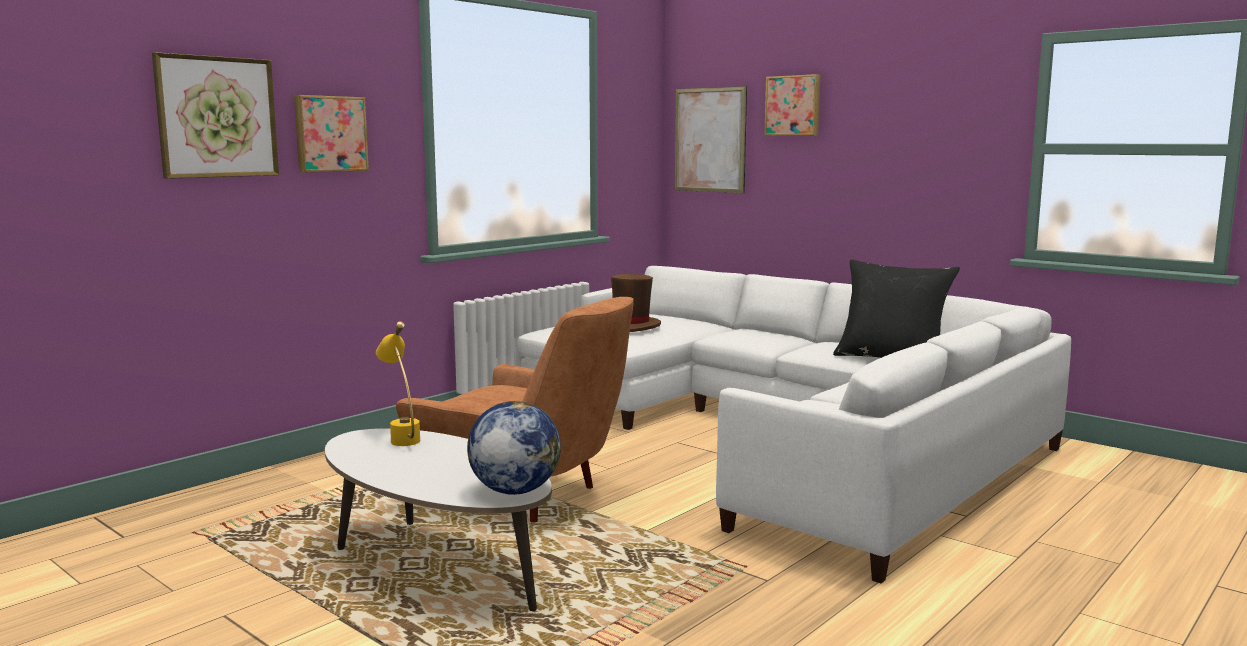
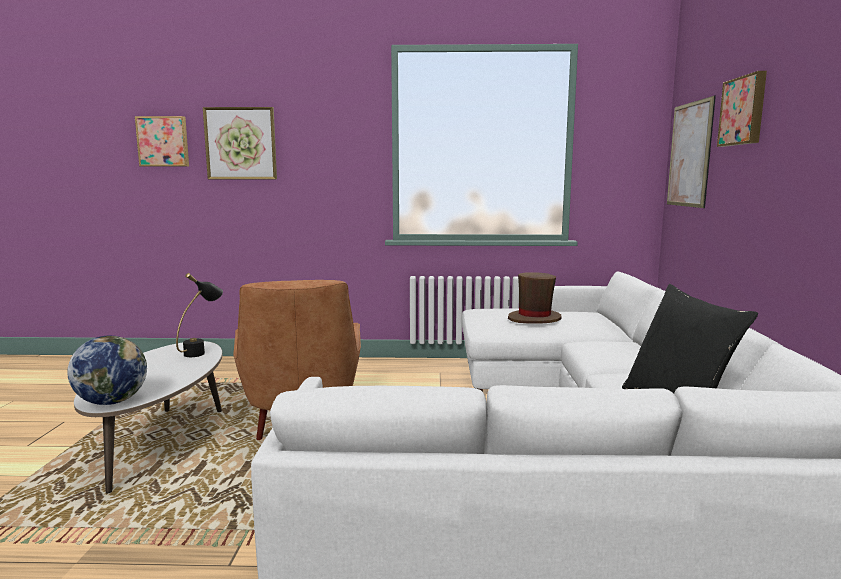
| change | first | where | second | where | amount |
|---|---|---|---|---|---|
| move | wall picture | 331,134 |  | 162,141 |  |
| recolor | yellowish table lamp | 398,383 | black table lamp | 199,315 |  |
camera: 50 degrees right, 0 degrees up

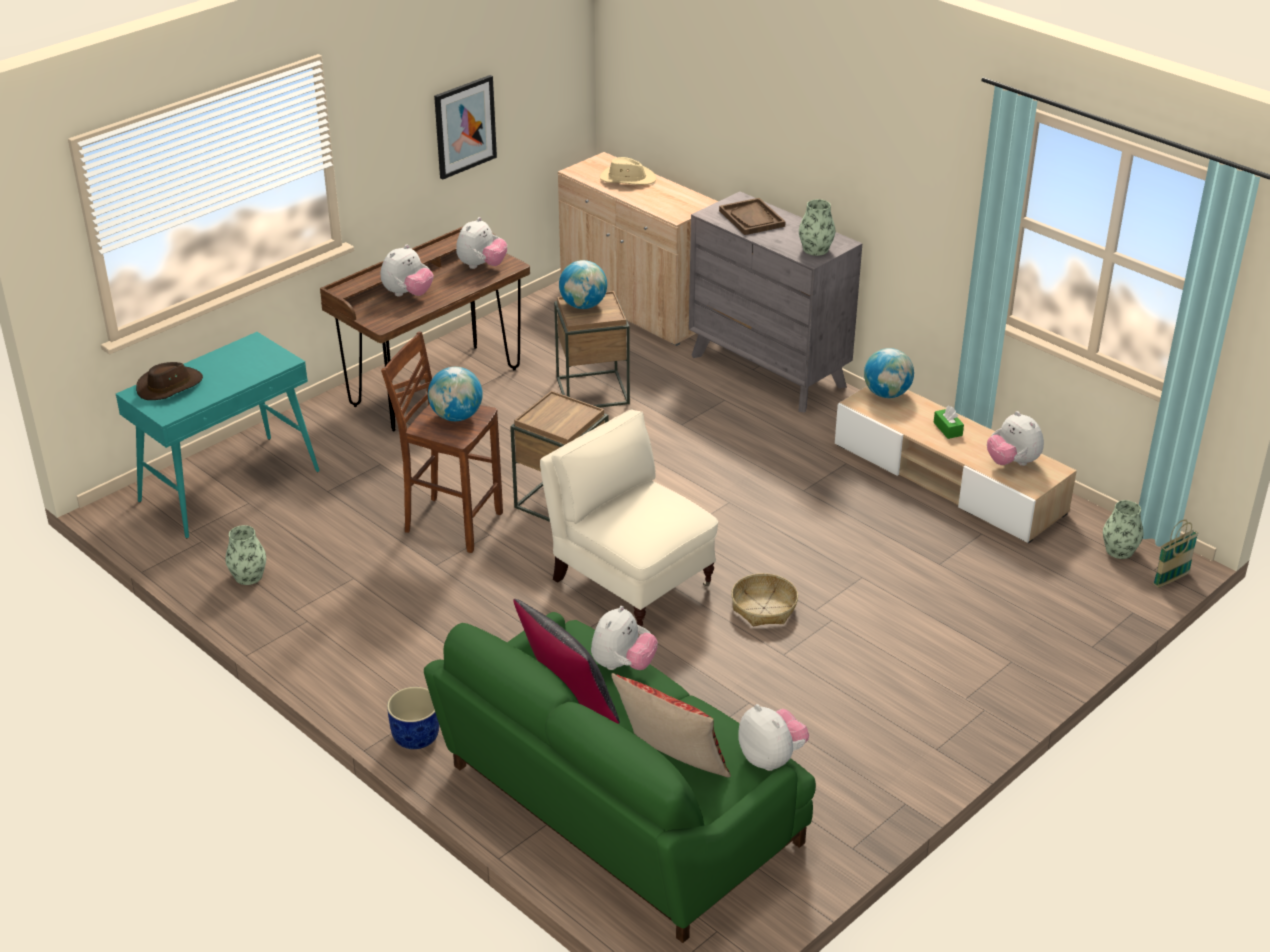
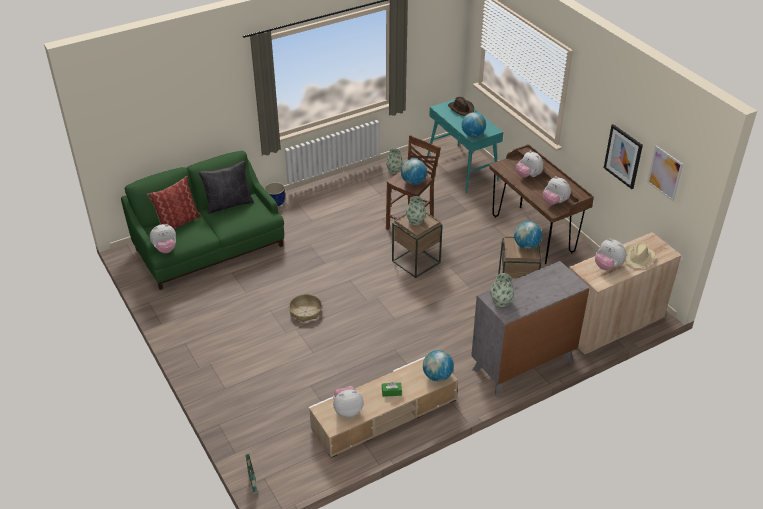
| change | first | where | second | where | amount |
|---|---|---|---|---|---|
| delete | beige lounge chair | 629,517 |  |  |  |
| delete | brownish serving tray | 752,216 |  |  |  |
| insert |  |  | globe | 474,124 |  |
| insert |  |  | wall picture | 665,173 |  |
| move | cuddly toy | 624,638 |  | 611,254 |  |
| move | vase | 1123,529 |  | 416,210 |  |
camera: 105 degrees right, 5 degrees up

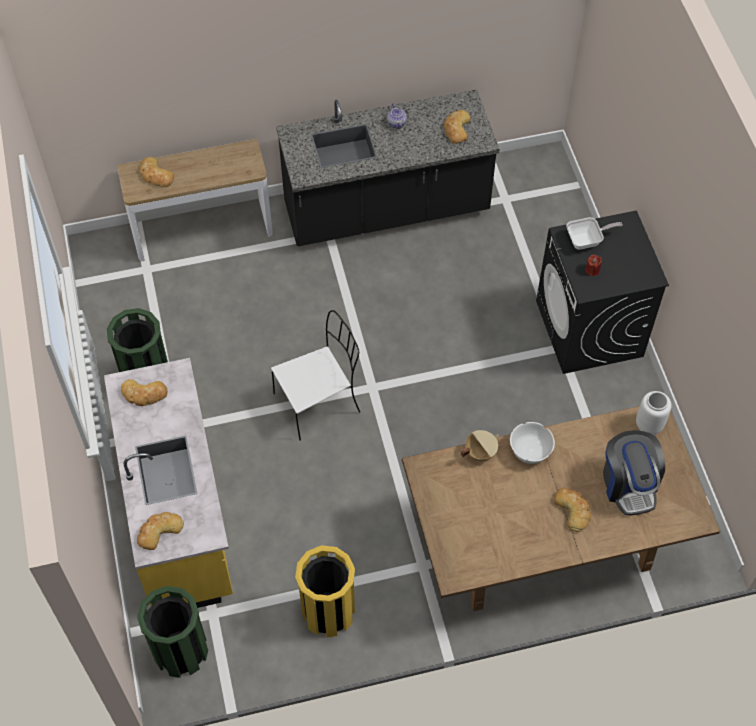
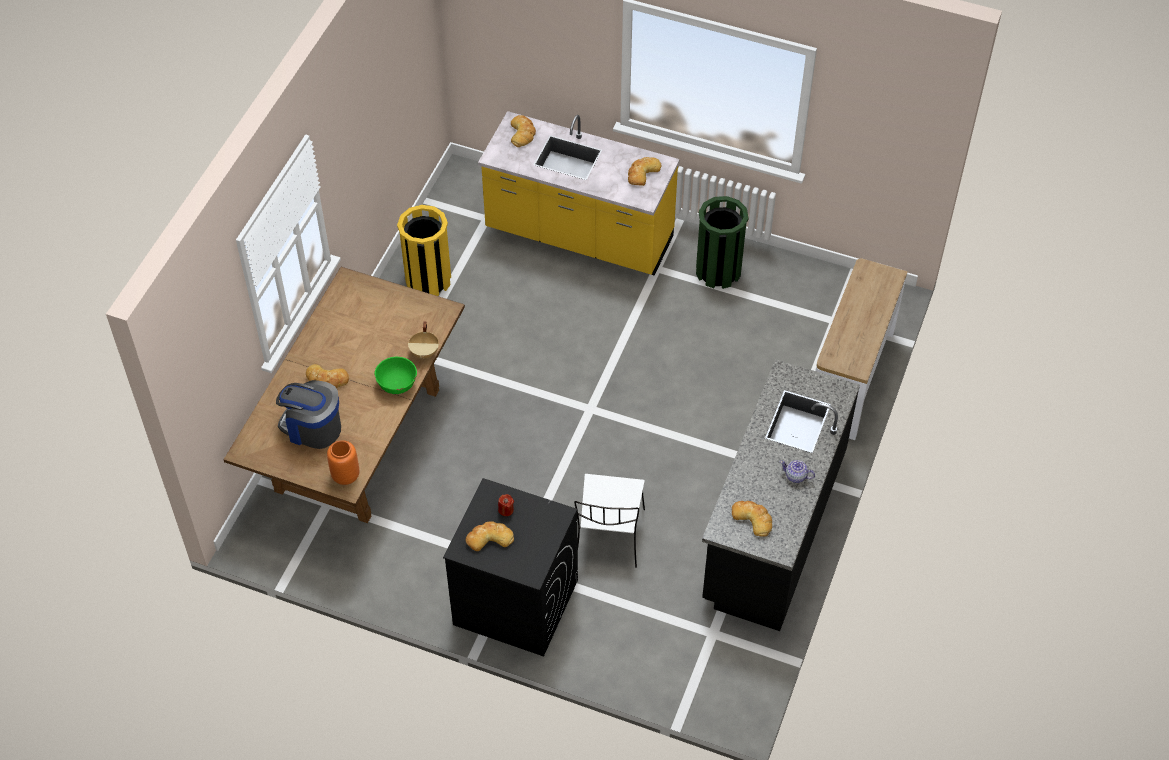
| change | first | where | second | where | amount |
|---|---|---|---|---|---|
| delete | green waste bin | 172,632 |  |  |  |
| delete | frying pan | 594,233 |  |  |  |
| move | baked bread | 157,172 |  | 490,536 |  |
| move | whitish plain chair | 315,375 |  | 609,521 |  |
| recolor | whitish deep dish | 532,443 | green deep dish | 395,375 |  |
| recolor | whitish vase | 653,413 | orange-coloured vase | 343,462 |  |
camera: 125 degrees right, 5 degrees down

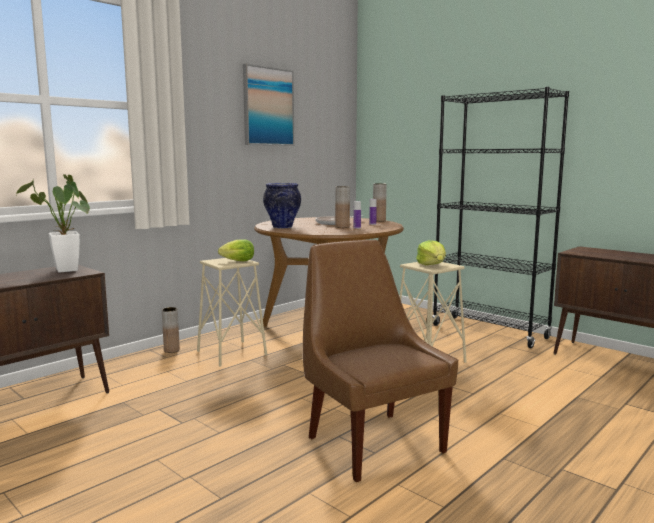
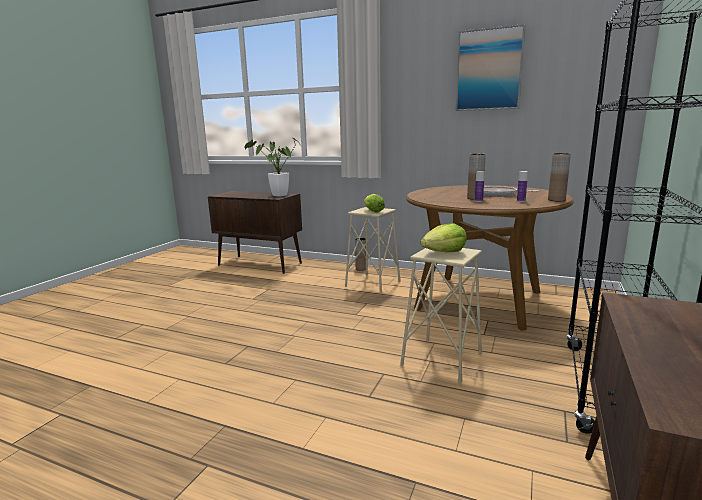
| change | first | where | second | where | amount |
|---|---|---|---|---|---|
| delete | vase | 282,205 |  |  |  |
| delete | brownish plain chair | 381,361 |  |  |  |
camera: 70 degrees right, 5 degrees up

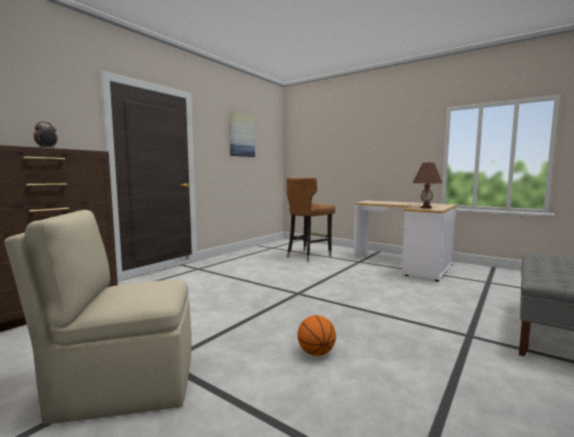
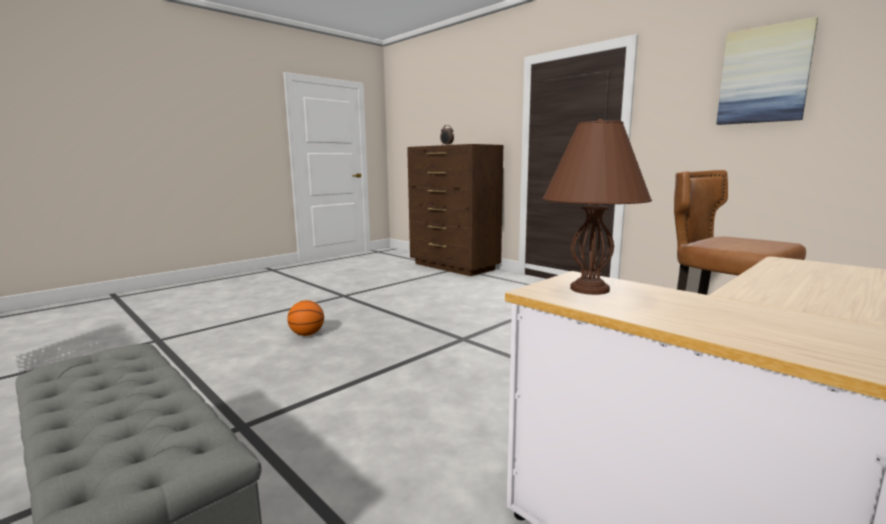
| change | first | where | second | where | amount |
|---|---|---|---|---|---|
| delete | beige plain chair | 98,317 |  |  |  |
camera: 100 degrees right, 5 degrees up

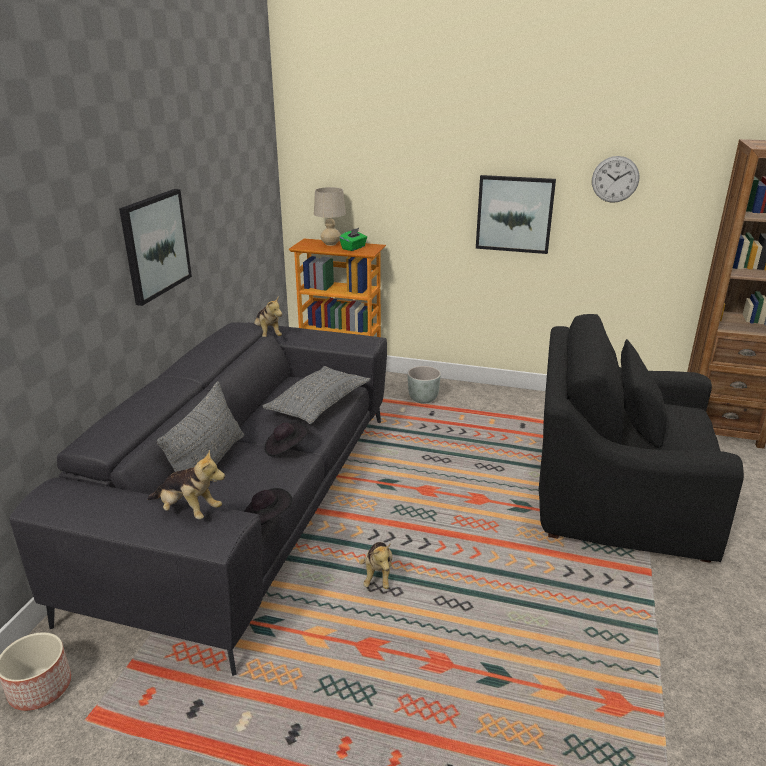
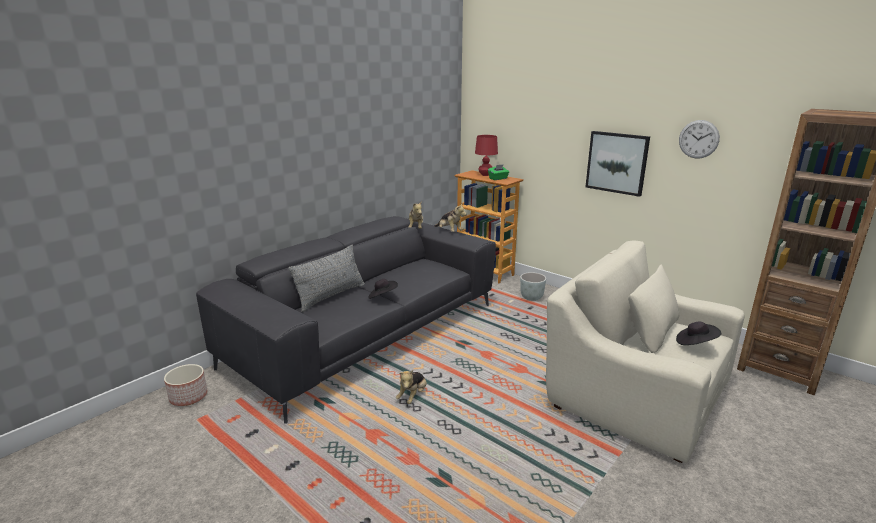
| change | first | where | second | where | amount |
|---|---|---|---|---|---|
| delete | wall picture | 155,247 |  |  |  |
| delete | grey cushion | 316,395 |  |  |  |
| move | cuddly toy | 186,484 |  | 450,218 |  |
| move | black clothing hat | 268,506 |  | 698,333 |  |
| recolor | beige table lamp | 330,216 | red-coloured table lamp | 486,155 |  |
| recolor | black lounge chair | 641,438 | beige lounge chair | 645,352 |  |
camera: 25 degrees right, 5 degrees down

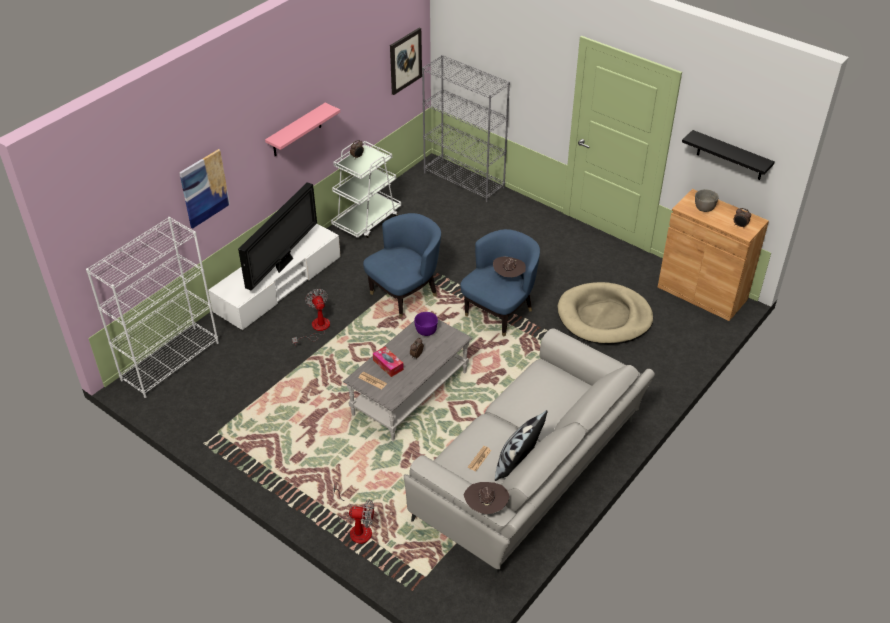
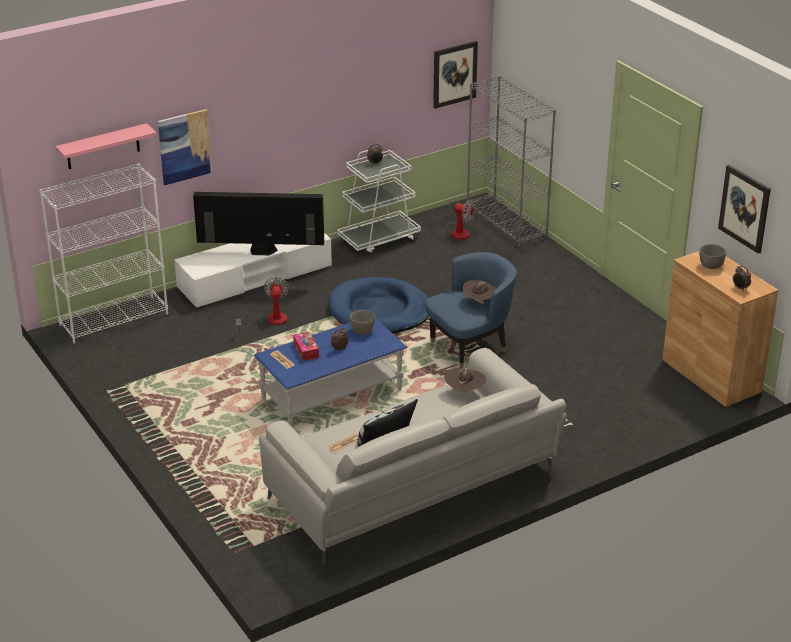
| change | first | where | second | where | amount |
|---|---|---|---|---|---|
| delete | beige pet bed | 605,313 |  |  |  |
| move | pink-coloured shelf | 302,129 |  | 106,146 |  |
| move | cooling fan | 354,514 |  | 461,219 |  |
| move | brownish clothing hat | 487,498 |  | 465,381 |  |
| replace | blue lounge chair | 402,265 | blue pet bed | 379,305 |  |
| replace | black shelf | 728,155 | wall picture | 744,209 |  |
| recolor | grey low table | 408,380 | blue low table | 331,373 |  |
| recolor | purple-coloured deep dish | 426,324 | grey deep dish | 362,322 |  |
| rotate | TV | 277,237 |  | 258,223 | 135 degrees counterclockwise |
camera: 20 degrees right, 10 degrees down

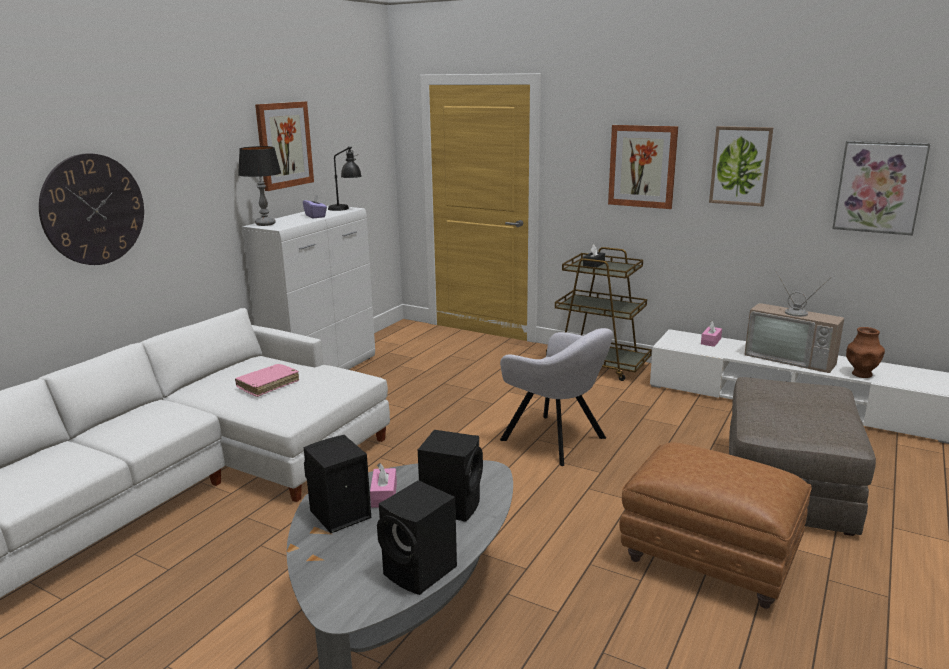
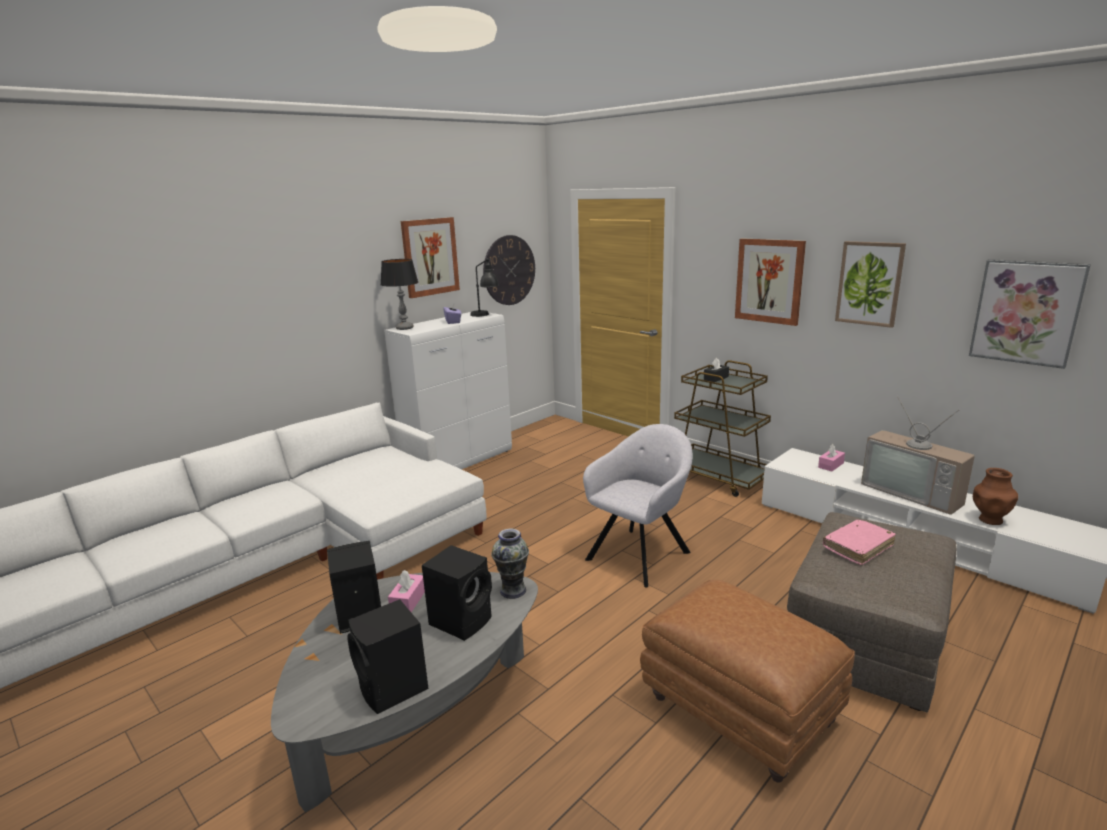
| change | first | where | second | where | amount |
|---|---|---|---|---|---|
| insert |  |  | vase | 510,564 |  |
| move | clock on the wall | 91,209 |  | 509,270 |  |
| move | pink-coloured book | 267,380 |  | 859,542 |  |
| rotate | grey lounge chair | 556,397 |  | 638,506 | 105 degrees counterclockwise |
camera: 15 degrees right, 0 degrees up

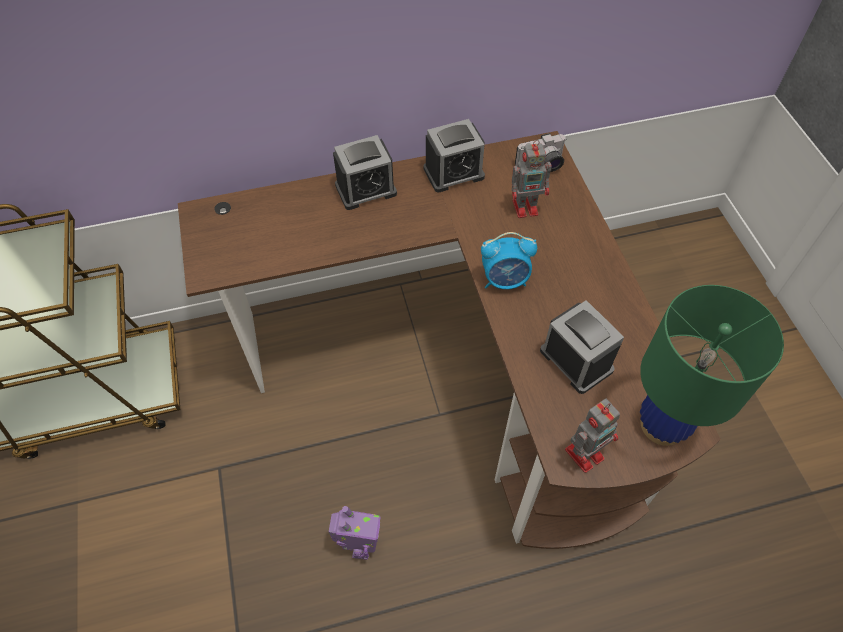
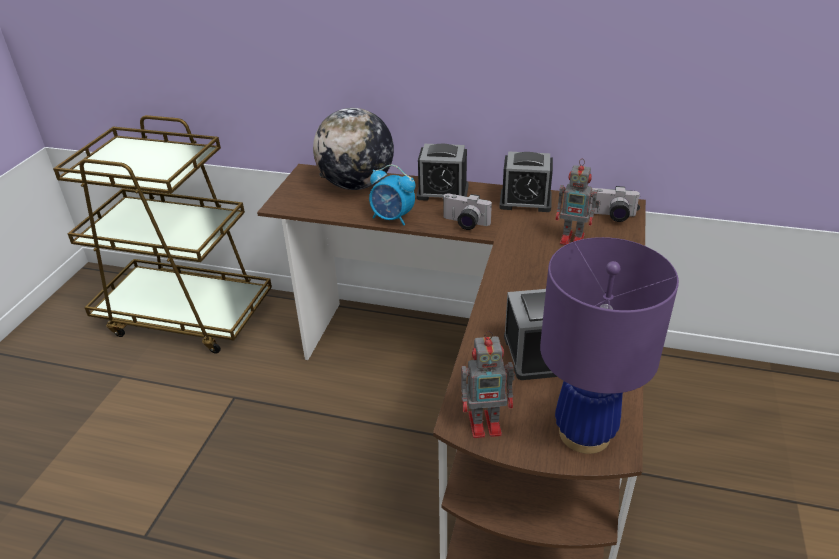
| change | first | where | second | where | amount |
|---|---|---|---|---|---|
| delete | robot figure | 355,533 |  |  |  |
| insert |  |  | globe | 353,149 |  |
| insert |  |  | still camera | 467,212 |  |
| move | table clock | 509,260 |  | 392,195 |  |
| recolor | green table lamp | 712,365 | purple-coloured table lamp | 609,345 |  |
camera: 30 degrees right, 20 degrees down

